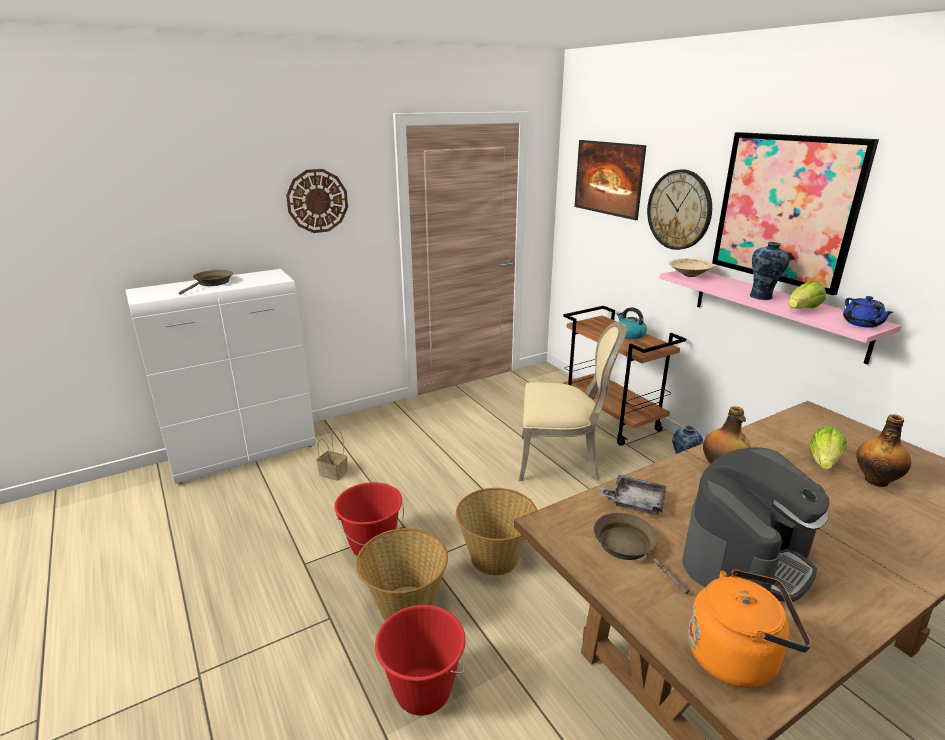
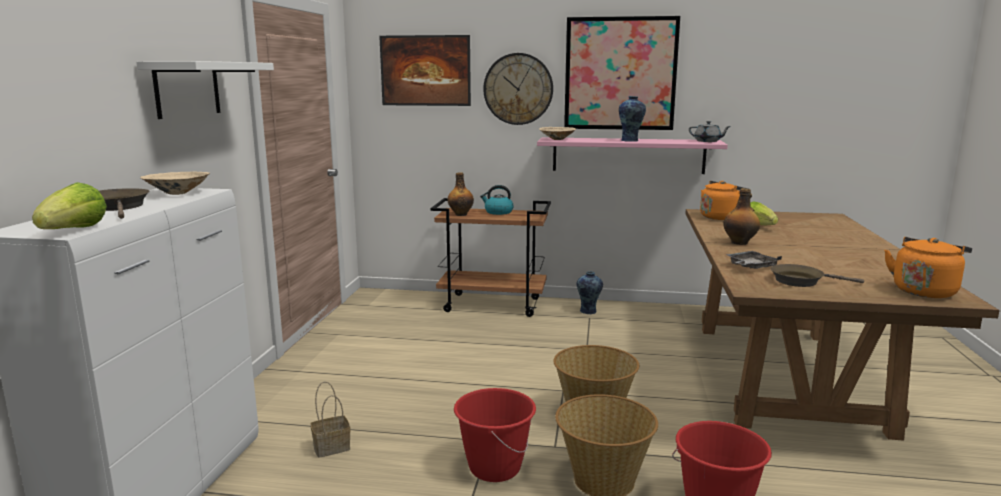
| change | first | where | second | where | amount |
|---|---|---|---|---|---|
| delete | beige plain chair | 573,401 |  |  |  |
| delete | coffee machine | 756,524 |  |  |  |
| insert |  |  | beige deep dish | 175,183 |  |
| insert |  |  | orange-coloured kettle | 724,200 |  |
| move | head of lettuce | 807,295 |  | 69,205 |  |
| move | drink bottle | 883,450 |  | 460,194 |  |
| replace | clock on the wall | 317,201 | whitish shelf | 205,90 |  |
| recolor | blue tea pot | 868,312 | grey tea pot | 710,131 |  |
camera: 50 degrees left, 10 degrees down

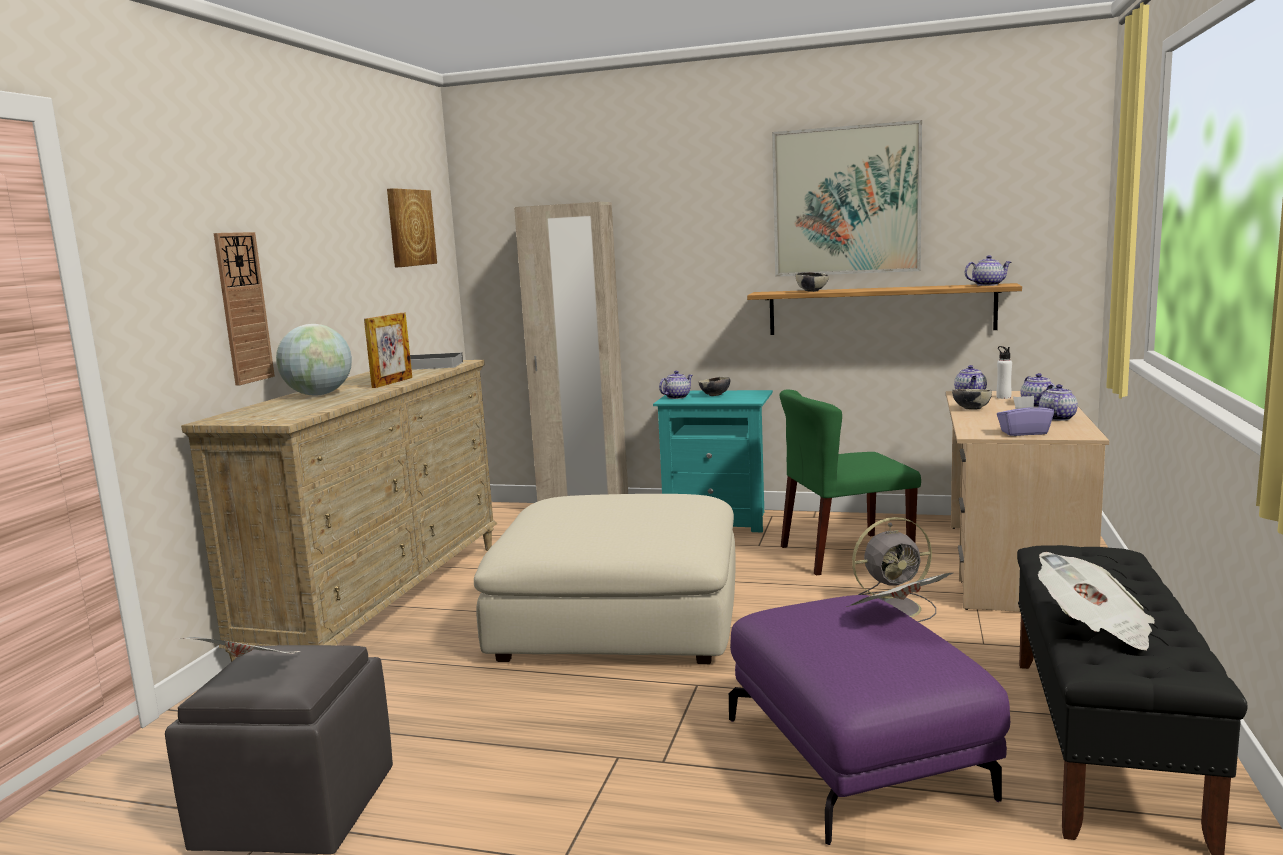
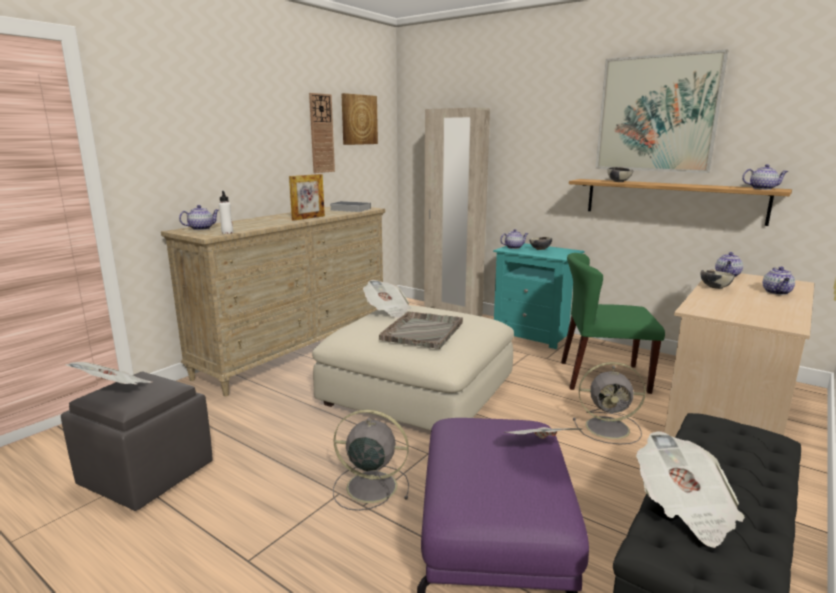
| change | first | where | second | where | amount |
|---|---|---|---|---|---|
| delete | globe | 314,360 |  |  |  |
| delete | purple-coloured tissue box | 1025,416 |  |  |  |
| insert |  |  | grey cooling fan | 371,460 |  |
| insert |  |  | printed paper | 387,299 |  |
| insert |  |  | grey serving tray | 421,330 |  |
| move | clock on the wall | 244,309 |  | 322,133 |  |
| move | whitish drink bottle | 1004,372 |  | 226,212 |  |
| move | tea pot | 1058,402 |  | 199,217 |  |
camera: 20 degrees right, 5 degrees up

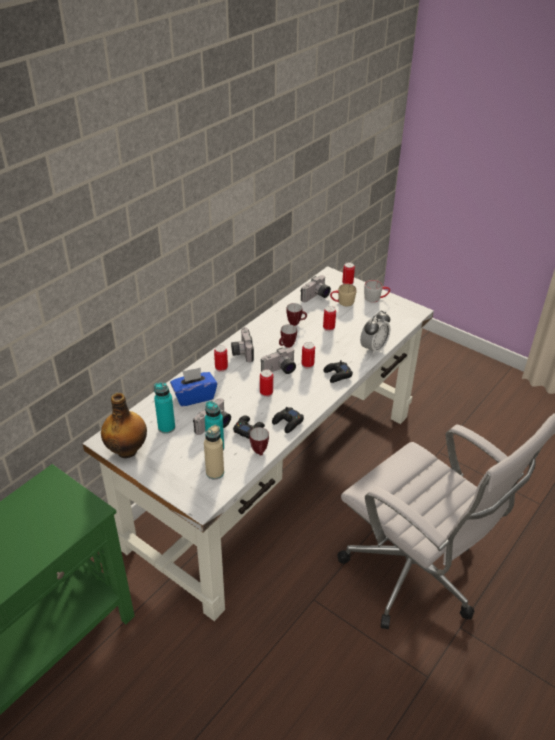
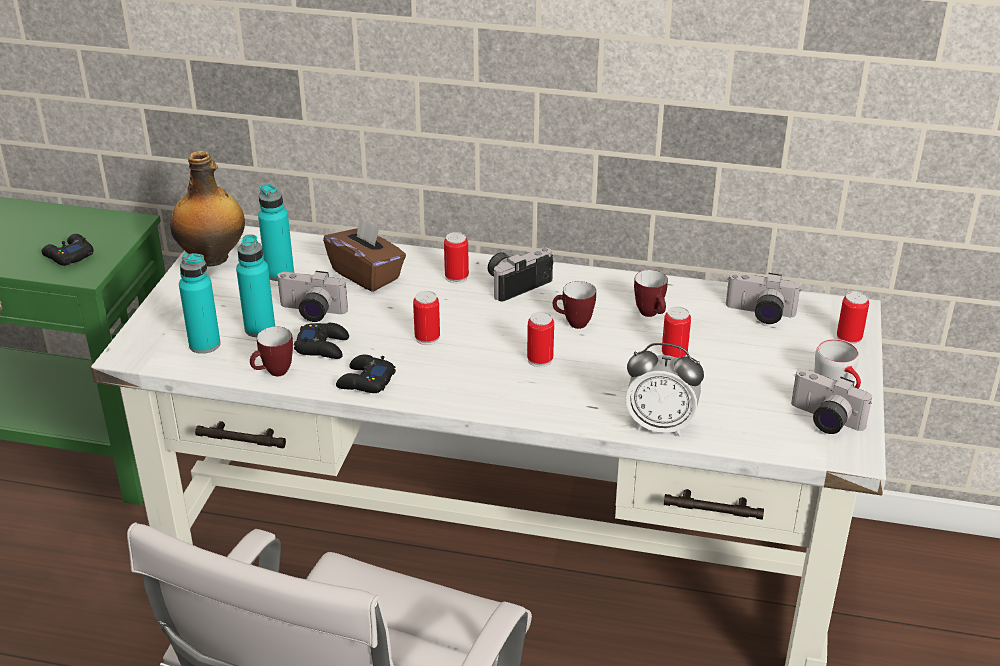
| change | first | where | second | where | amount |
|---|---|---|---|---|---|
| delete | beige mug | 343,295 |  |  |  |
| move | still camera | 278,360 |  | 831,401 |  |
| move | black gamepad | 338,371 |  | 67,250 |  |
| recolor | blue tissue box | 193,387 | brownish tissue box | 364,254 |  |
| recolor | beige drink bottle | 214,452 | turquoise drink bottle | 200,303 |  |
camera: 65 degrees right, 5 degrees down

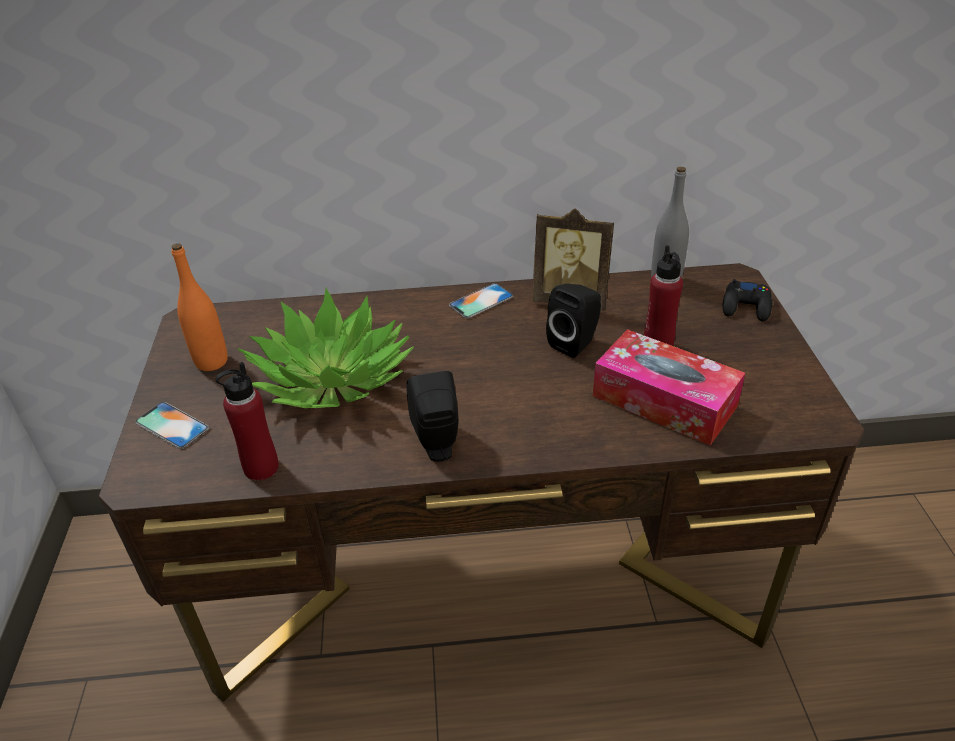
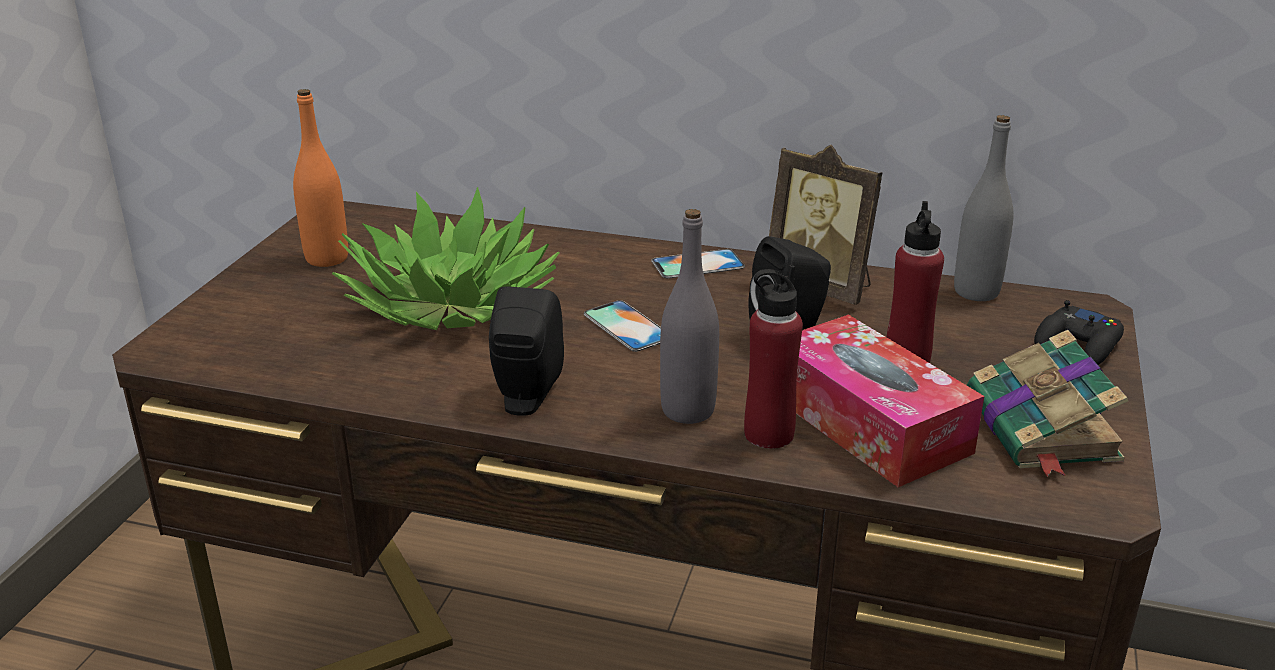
| change | first | where | second | where | amount |
|---|---|---|---|---|---|
| insert |  |  | grey drink bottle | 689,316 |  |
| insert |  |  | book | 1047,403 |  |
| move | handset | 172,425 |  | 622,326 |  |
| move | red-coloured drink bottle | 247,421 |  | 773,357 |  |
camera: 20 degrees right, 10 degrees down

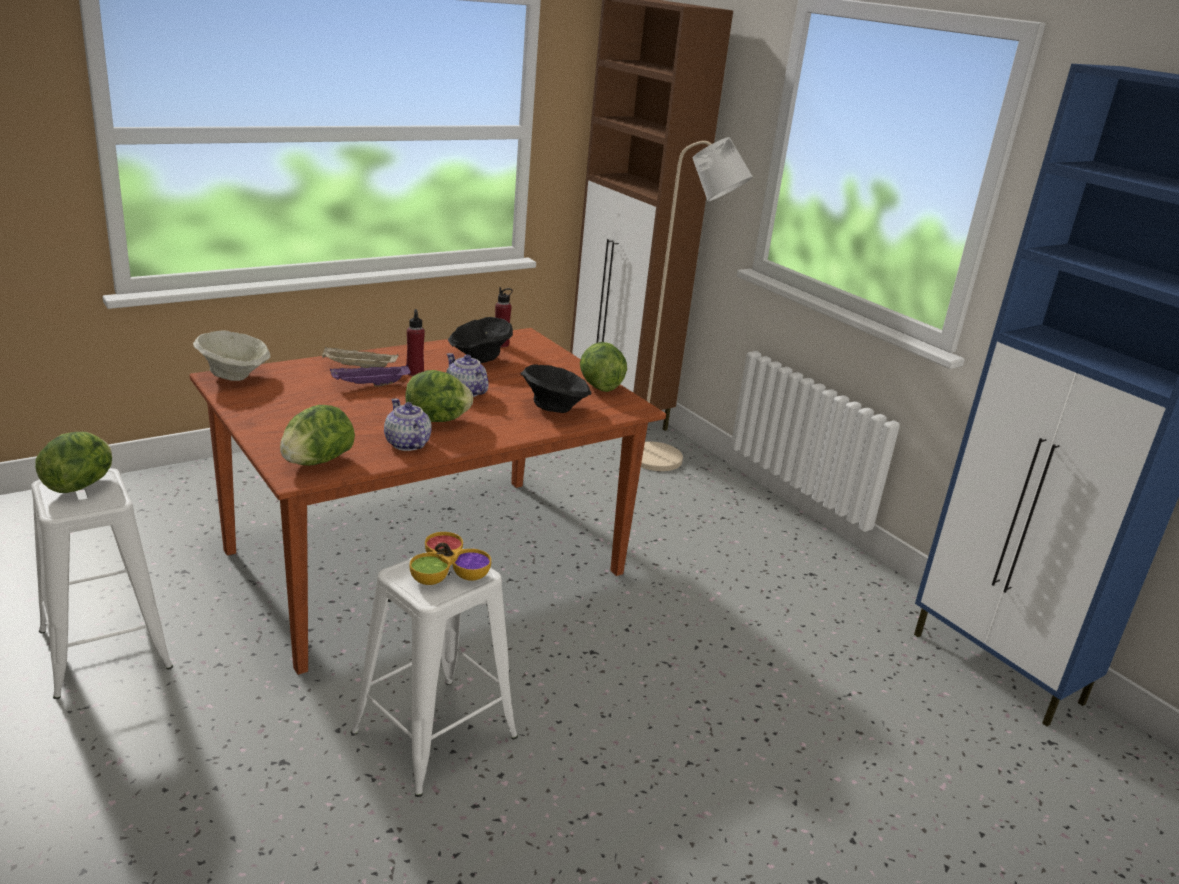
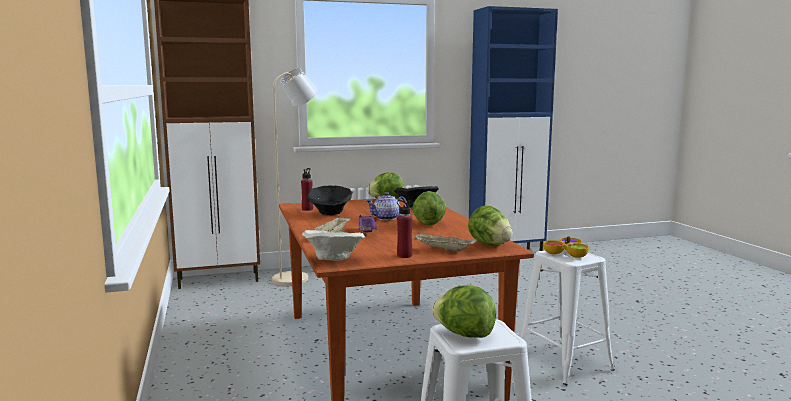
| change | first | where | second | where | amount |
|---|---|---|---|---|---|
| delete | tea pot | 408,425 |  |  |  |
| insert |  |  | beige serving tray | 445,242 |  |
| move | red-coloured drink bottle | 415,342 |  | 404,229 |  |
camera: 70 degrees left, 15 degrees down

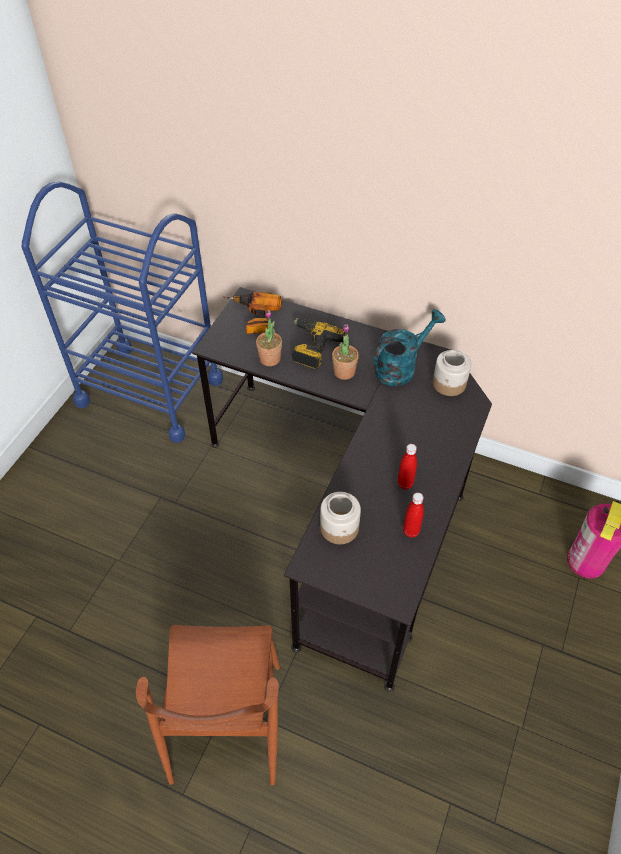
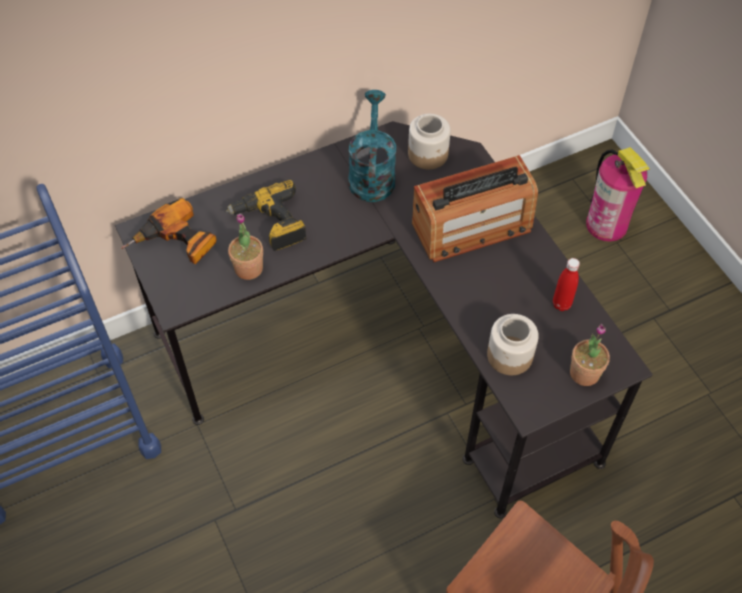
| change | first | where | second | where | amount |
|---|---|---|---|---|---|
| delete | red-coloured drink bottle | 407,467 |  |  |  |
| insert |  |  | radio set | 475,208 |  |
| move | plant in a pot | 345,352 |  | 590,355 |  |
camera: 50 degrees left, 5 degrees up

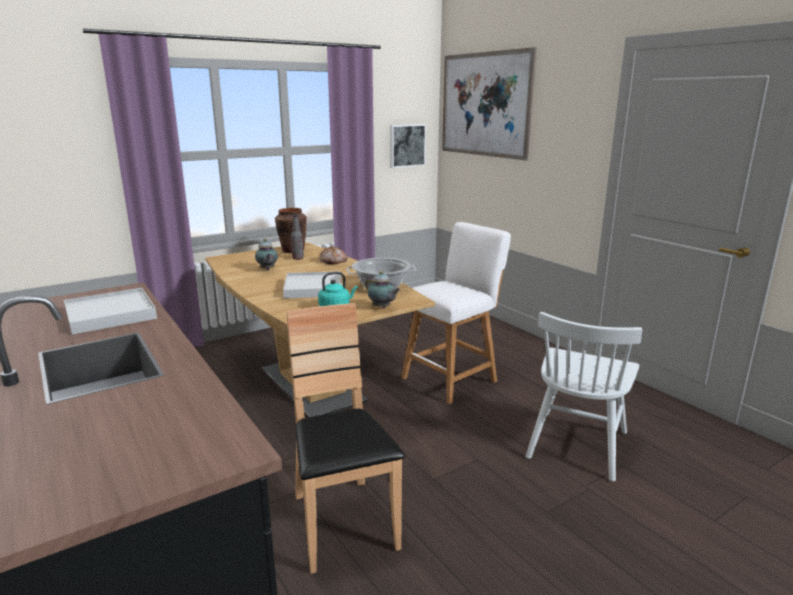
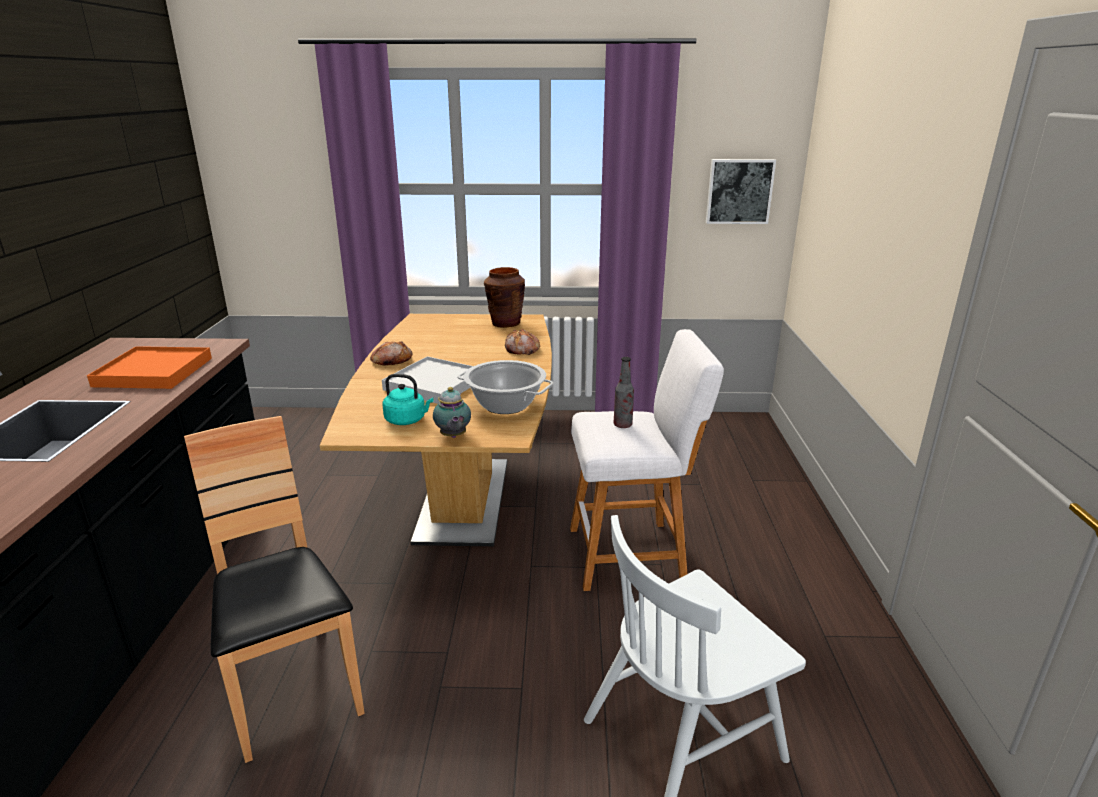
| change | first | where | second | where | amount |
|---|---|---|---|---|---|
| delete | tea pot | 266,254 |  |  |  |
| delete | wall picture | 489,103 |  |  |  |
| insert |  |  | baked bread | 391,353 |  |
| move | drink bottle | 297,237 |  | 624,392 |  |
| recolor | whitish serving tray | 110,311 | orange-coloured serving tray | 149,367 |  |
| rotate | brownish plain chair | 345,438 |  | 274,589 | 45 degrees counterclockwise |
camera: 35 degrees right, 5 degrees up

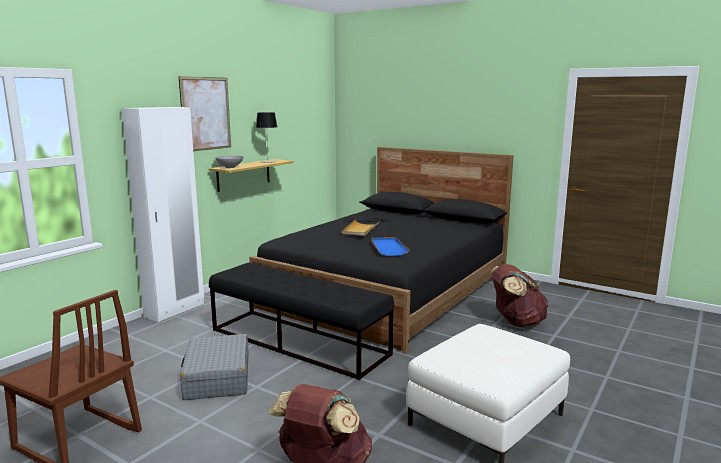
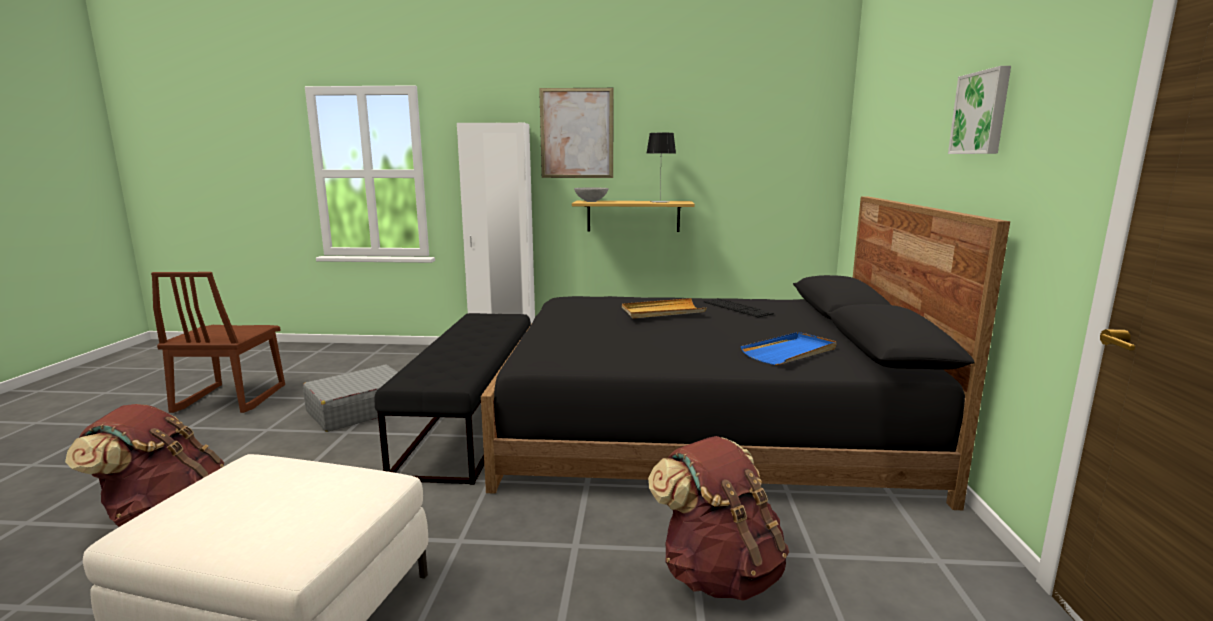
| change | first | where | second | where | amount |
|---|---|---|---|---|---|
| insert |  |  | wall picture | 979,110 |  |
| move | blue serving tray | 390,246 |  | 789,348 |  |
camera: 60 degrees right, 0 degrees up

